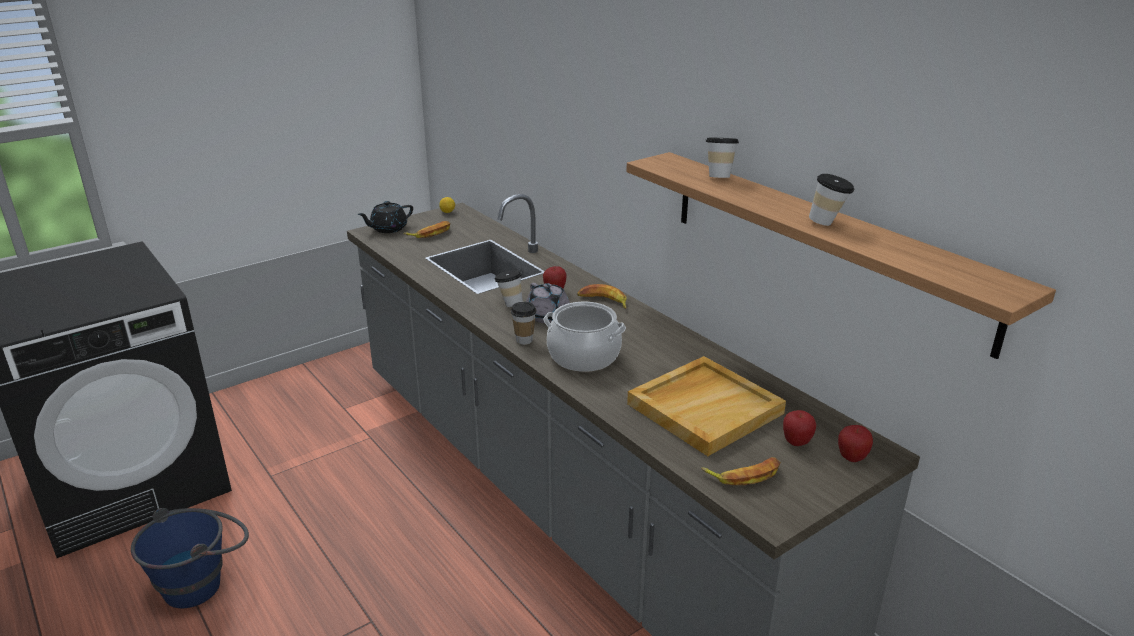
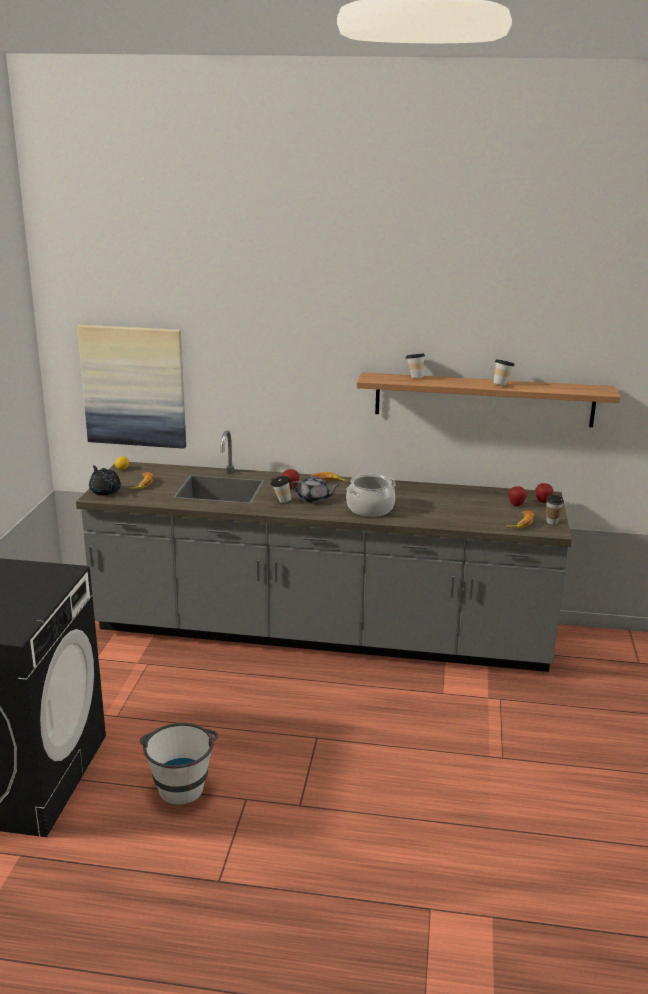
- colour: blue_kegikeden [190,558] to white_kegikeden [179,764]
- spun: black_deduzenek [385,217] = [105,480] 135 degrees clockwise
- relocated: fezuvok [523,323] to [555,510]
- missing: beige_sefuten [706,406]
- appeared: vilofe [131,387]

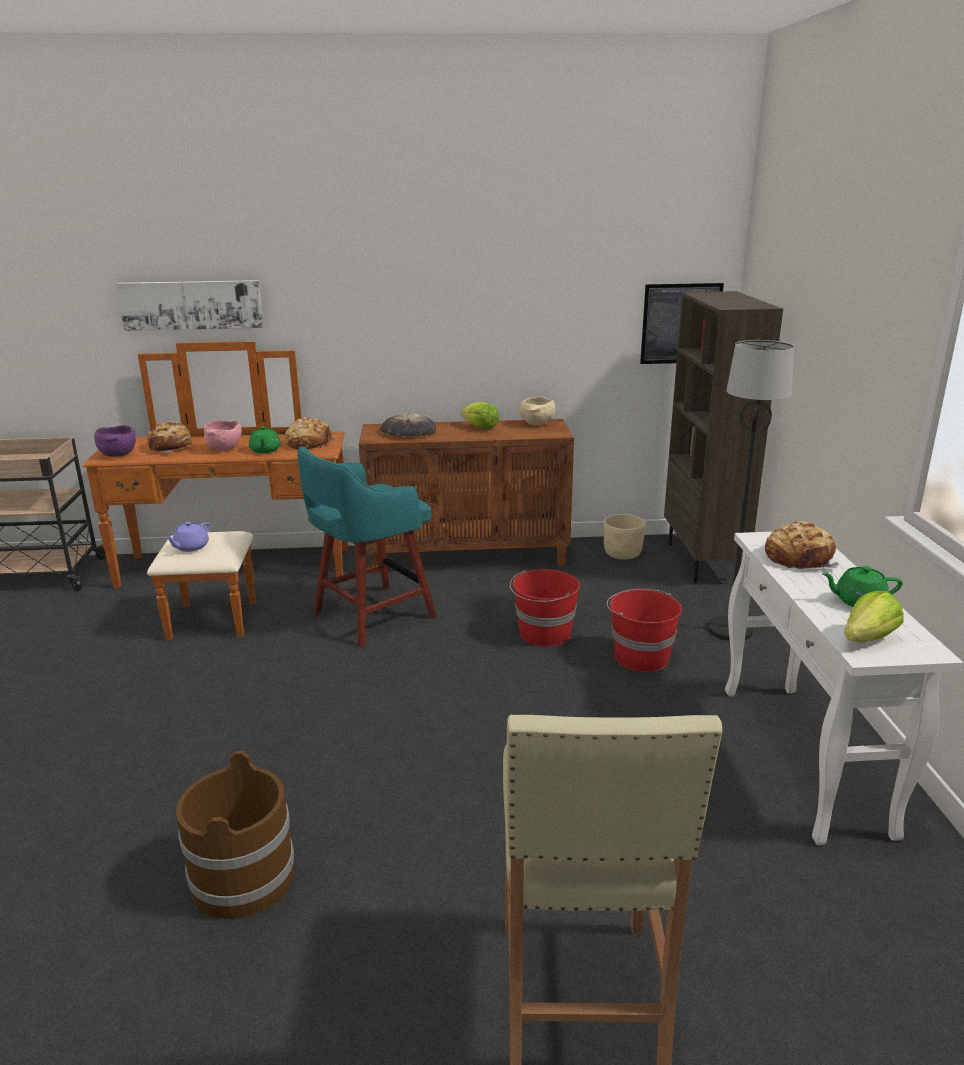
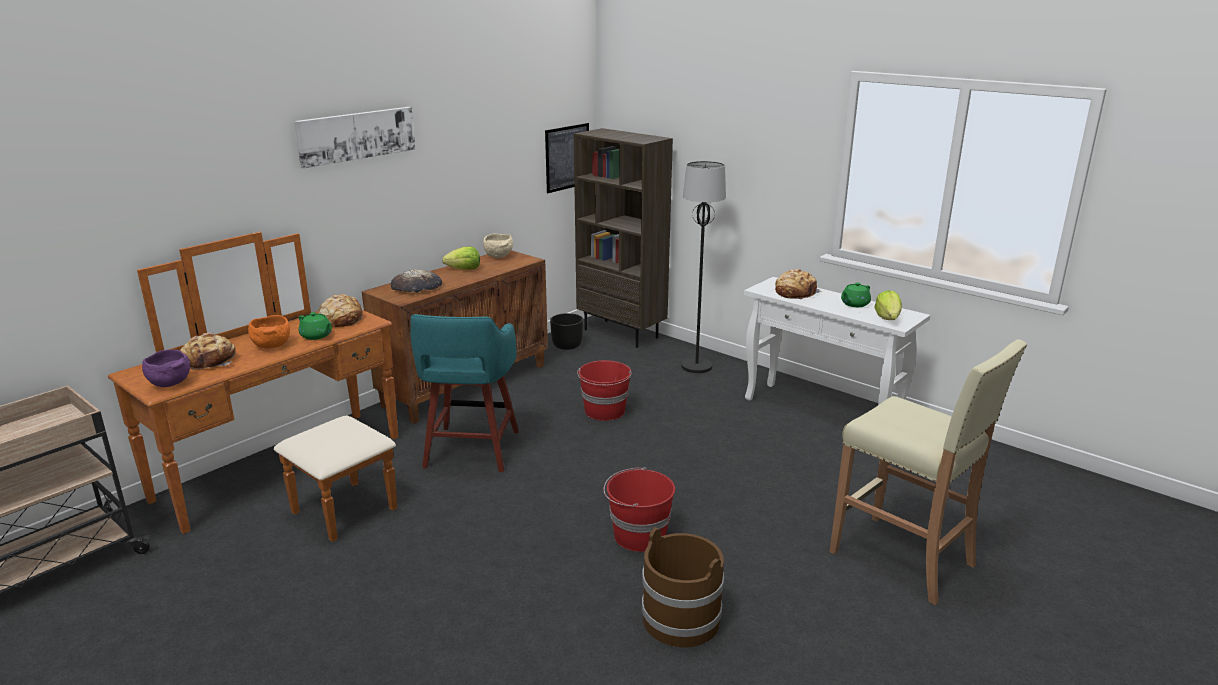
- relocated: vilofe [190,305] to [354,137]
- missing: purple_deduzenek [187,536]
- colour: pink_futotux [223,435] to orange_futotux [269,331]
- colour: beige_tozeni [624,537] to black_tozeni [566,331]
- relocated: red_kegikeden [644,630] to [639,509]

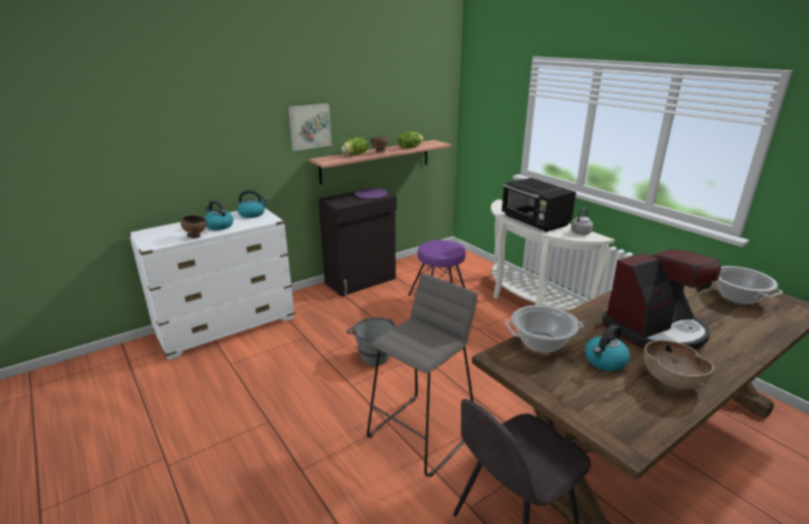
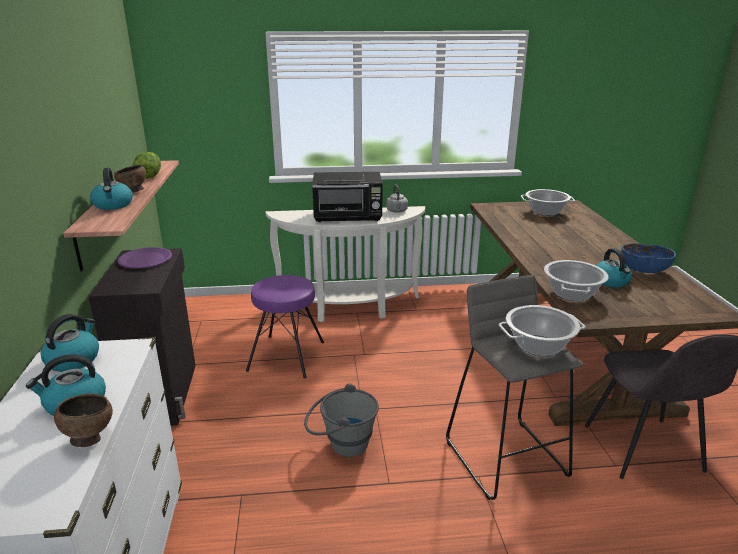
- missing: vilofe [310,127]
- exchanged: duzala [354,146] to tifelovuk [111,189]
- missing: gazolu [661,301]
- colour: brown_futotux [678,364] to blue_futotux [648,258]
- appeared: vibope [542,330]

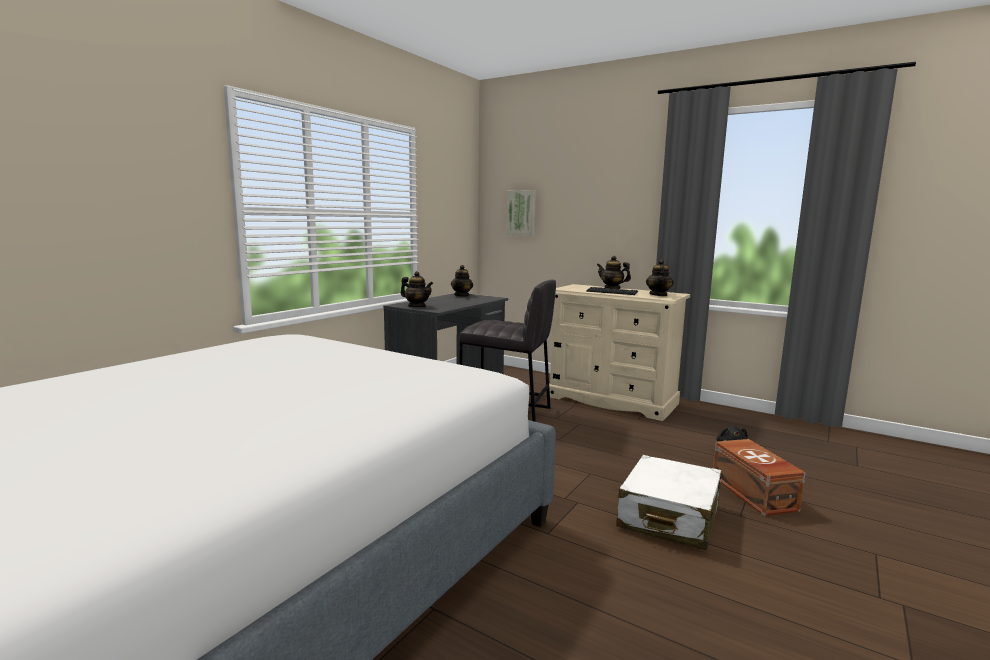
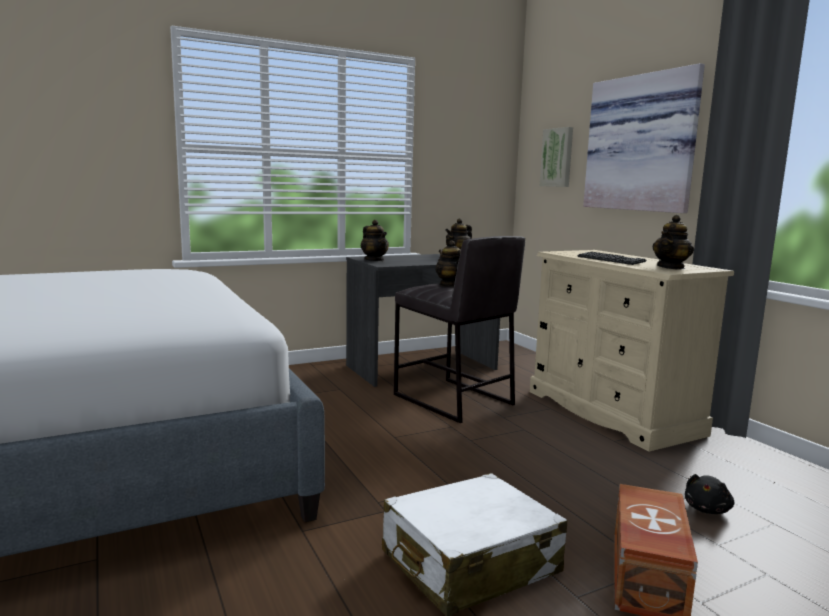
- relocated: deduzenek [614,272] to [448,263]
- appeared: vilofe [644,138]

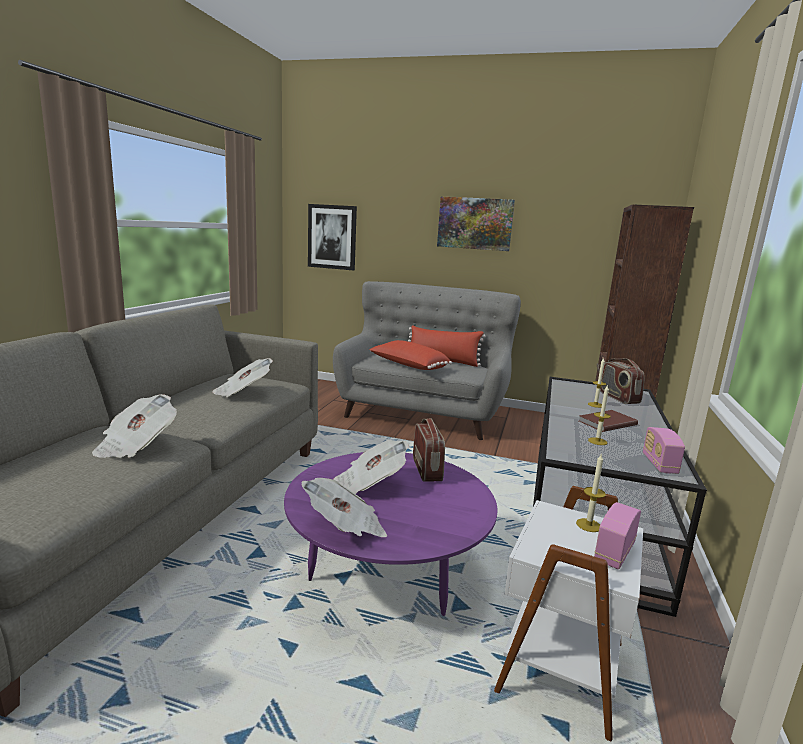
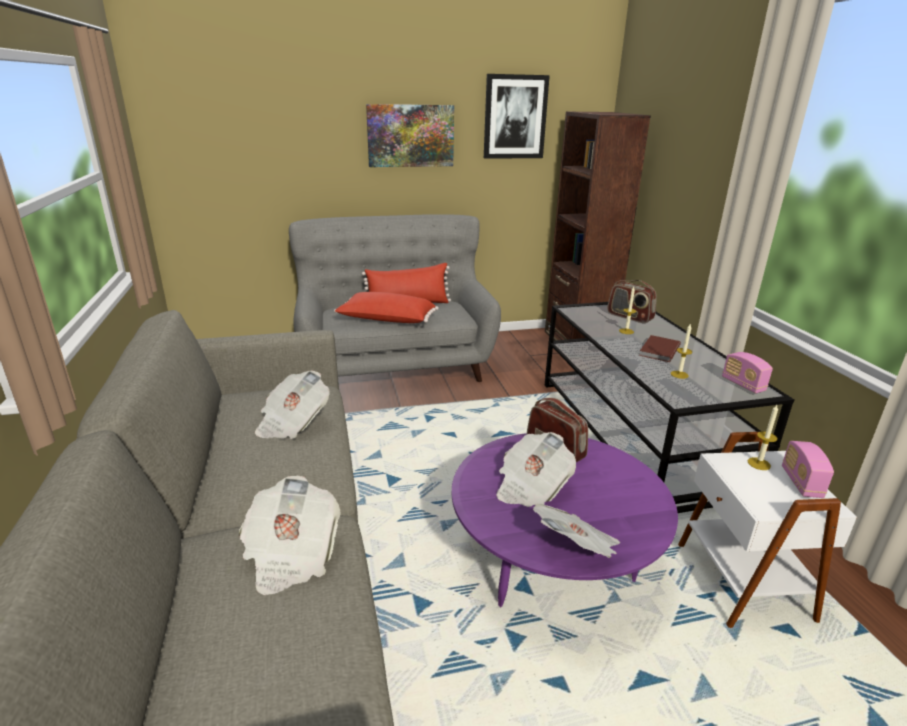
- relocated: vilofe [332,237] to [517,116]

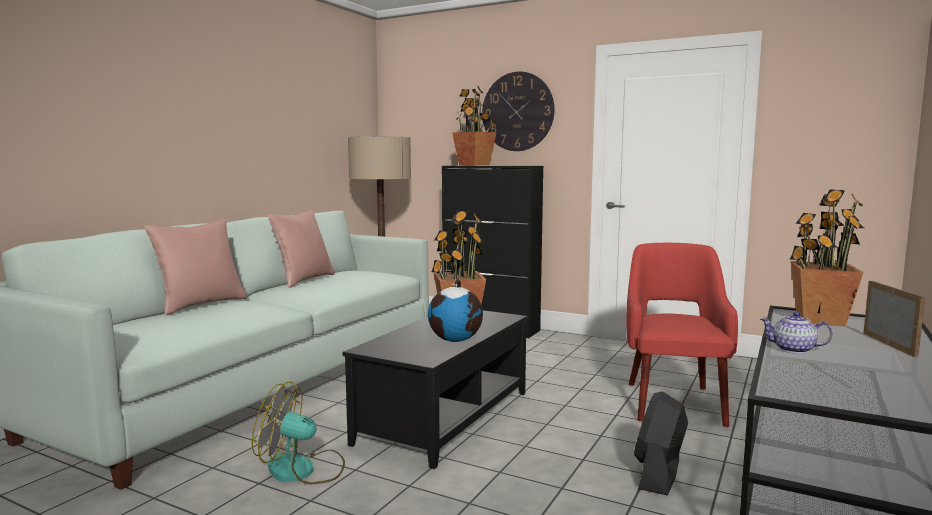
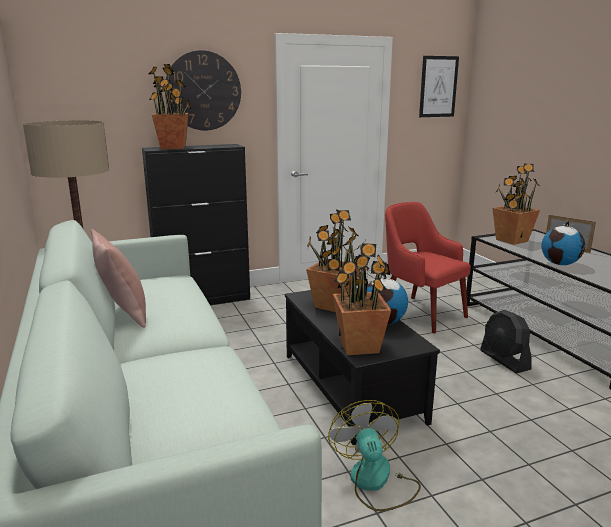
- missing: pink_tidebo [195,267]
- spun: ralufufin [298,433] = [374,455] 120 degrees clockwise
- exchanged: deduzenek [796,333] to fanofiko [563,243]
- appeared: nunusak [362,295]
- appeared: vilofe [439,86]

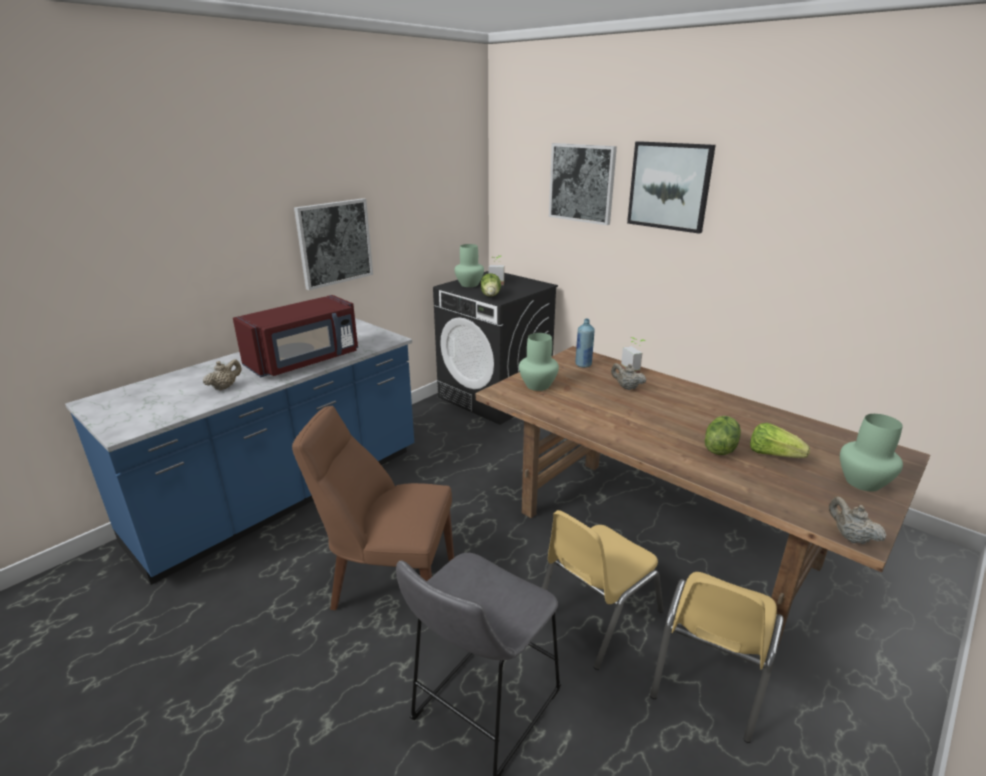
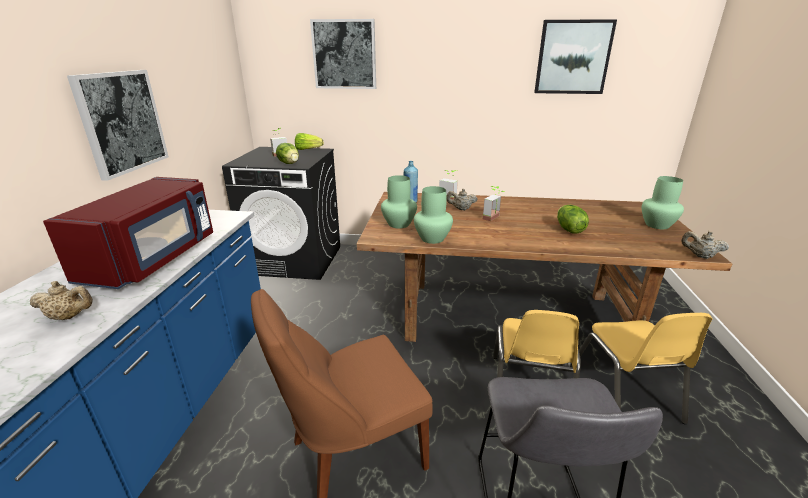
- spun: beige_deduzenek [222,375] = [60,300] 90 degrees clockwise
- relocated: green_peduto [469,265] to [433,215]
- relocated: vilofe [671,187] to [575,56]
- relocated: duzala [780,440] to [309,141]
- appeared: nunusak [494,203]

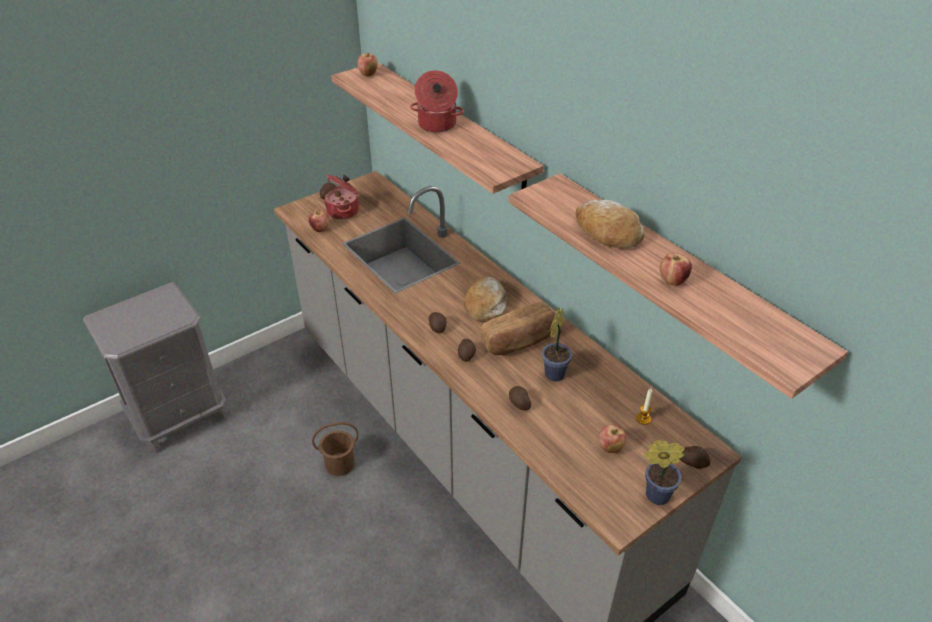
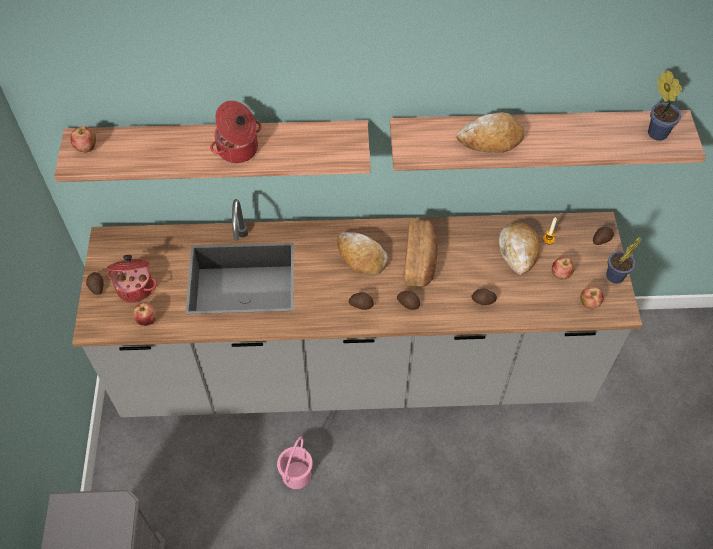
- colour: brown_kegikeden [335,449] to pink_kegikeden [295,463]
- relocated: nunusak [557,344] to [665,105]
- relocated: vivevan [676,269] to [592,297]
- appeared: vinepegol [519,248]

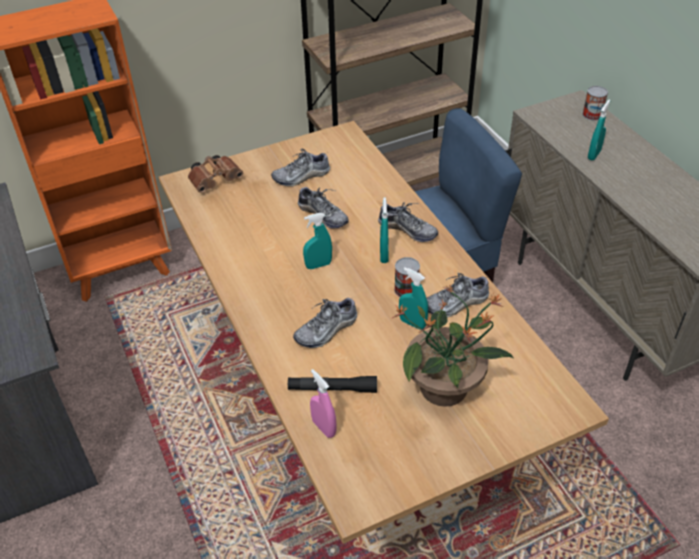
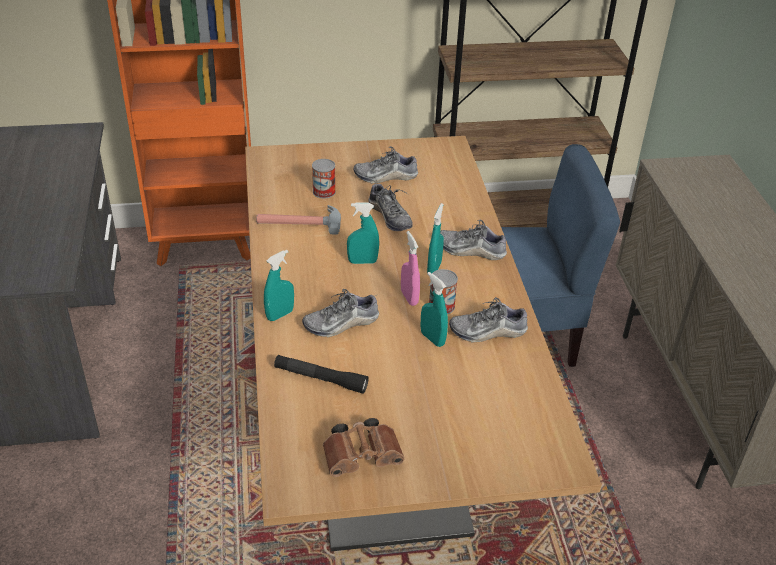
- relocated: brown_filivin [215,174] to [364,447]
- relocated: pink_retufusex [323,403] to [410,268]
- spun: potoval [408,222] = [473,240] 150 degrees clockwise
- missing: nunusak [453,346]
- relocated: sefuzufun [595,103] to [324,178]
- relocated: turquoise_retufusex [599,130] to [279,285]
- appeared: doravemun [298,220]

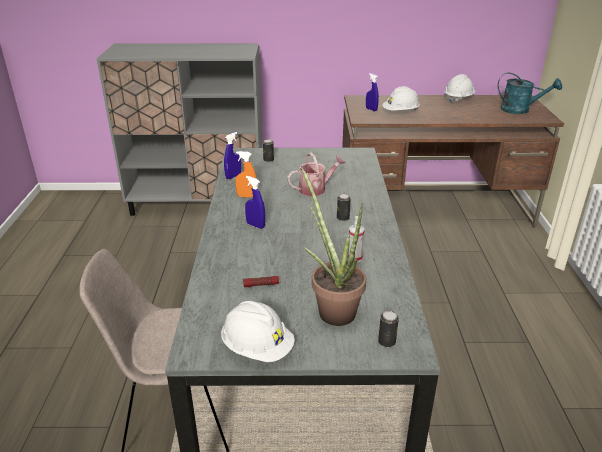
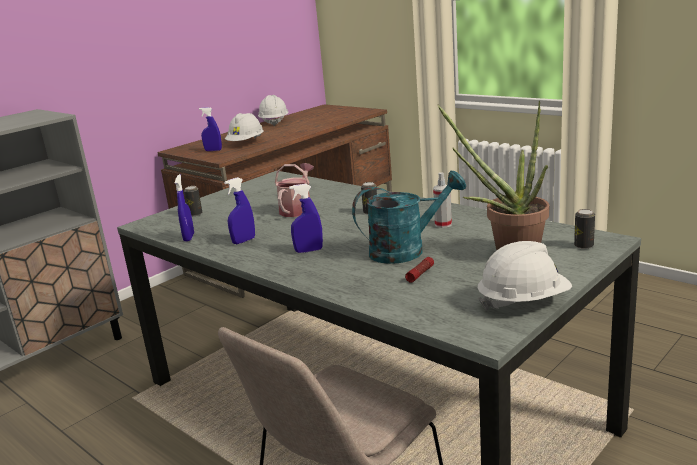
- colour: orange_retufusex [246,174] to blue_retufusex [239,210]
- relocated: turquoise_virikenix [530,93] to [409,217]

